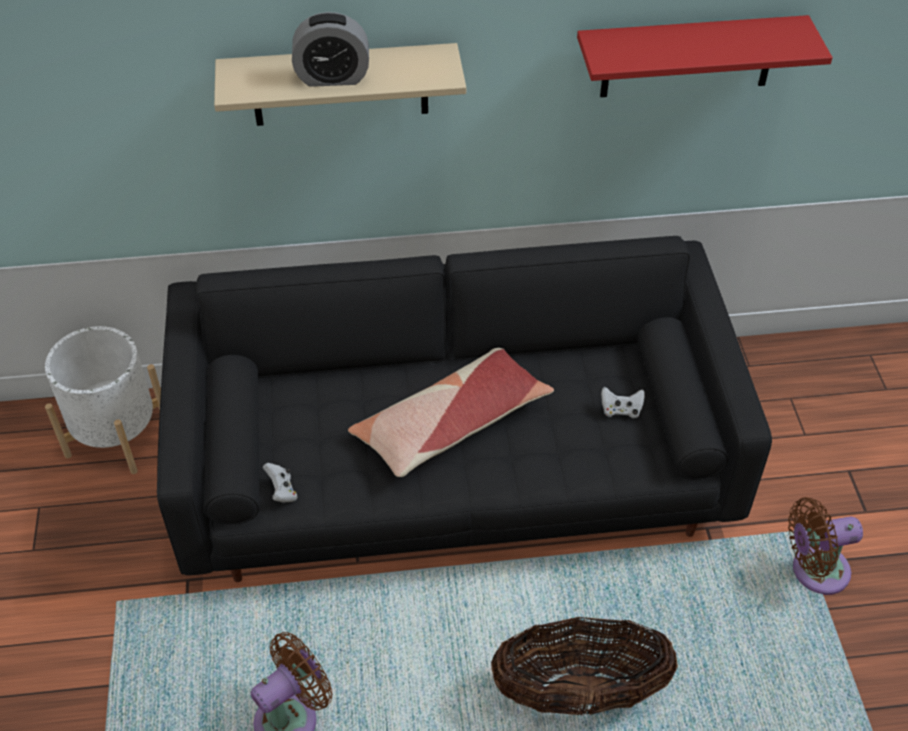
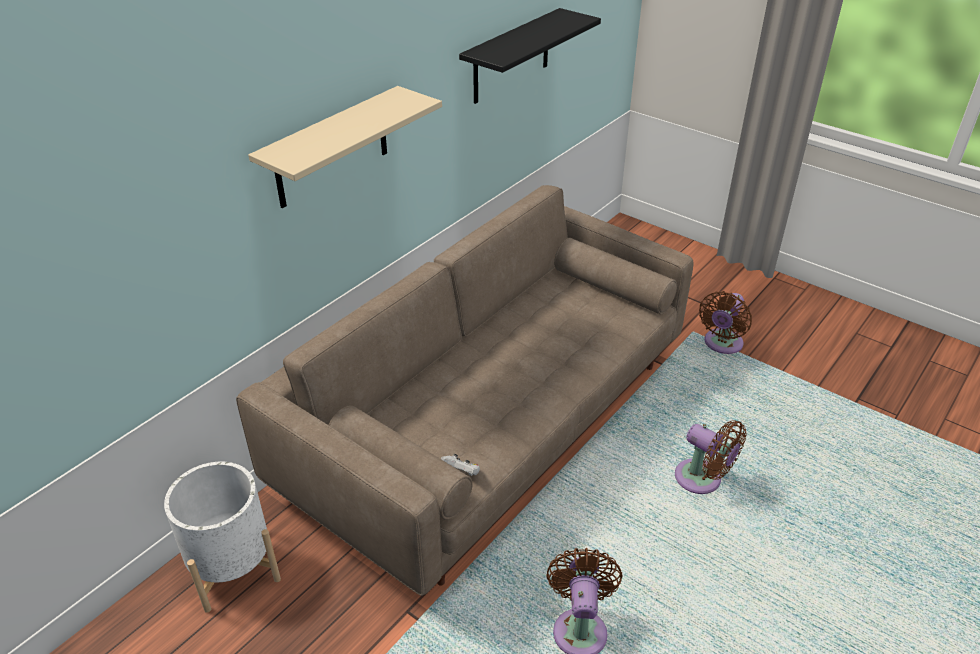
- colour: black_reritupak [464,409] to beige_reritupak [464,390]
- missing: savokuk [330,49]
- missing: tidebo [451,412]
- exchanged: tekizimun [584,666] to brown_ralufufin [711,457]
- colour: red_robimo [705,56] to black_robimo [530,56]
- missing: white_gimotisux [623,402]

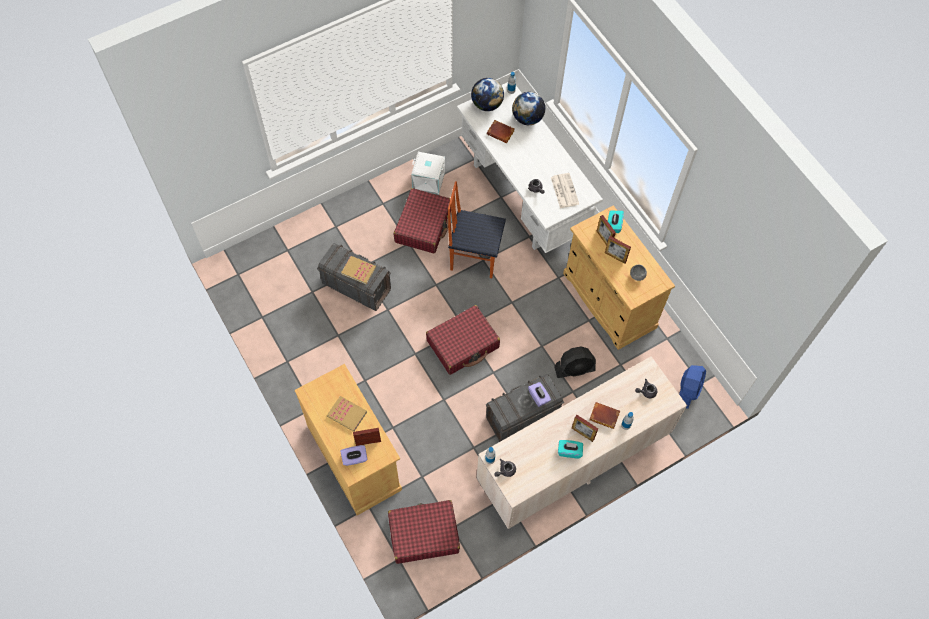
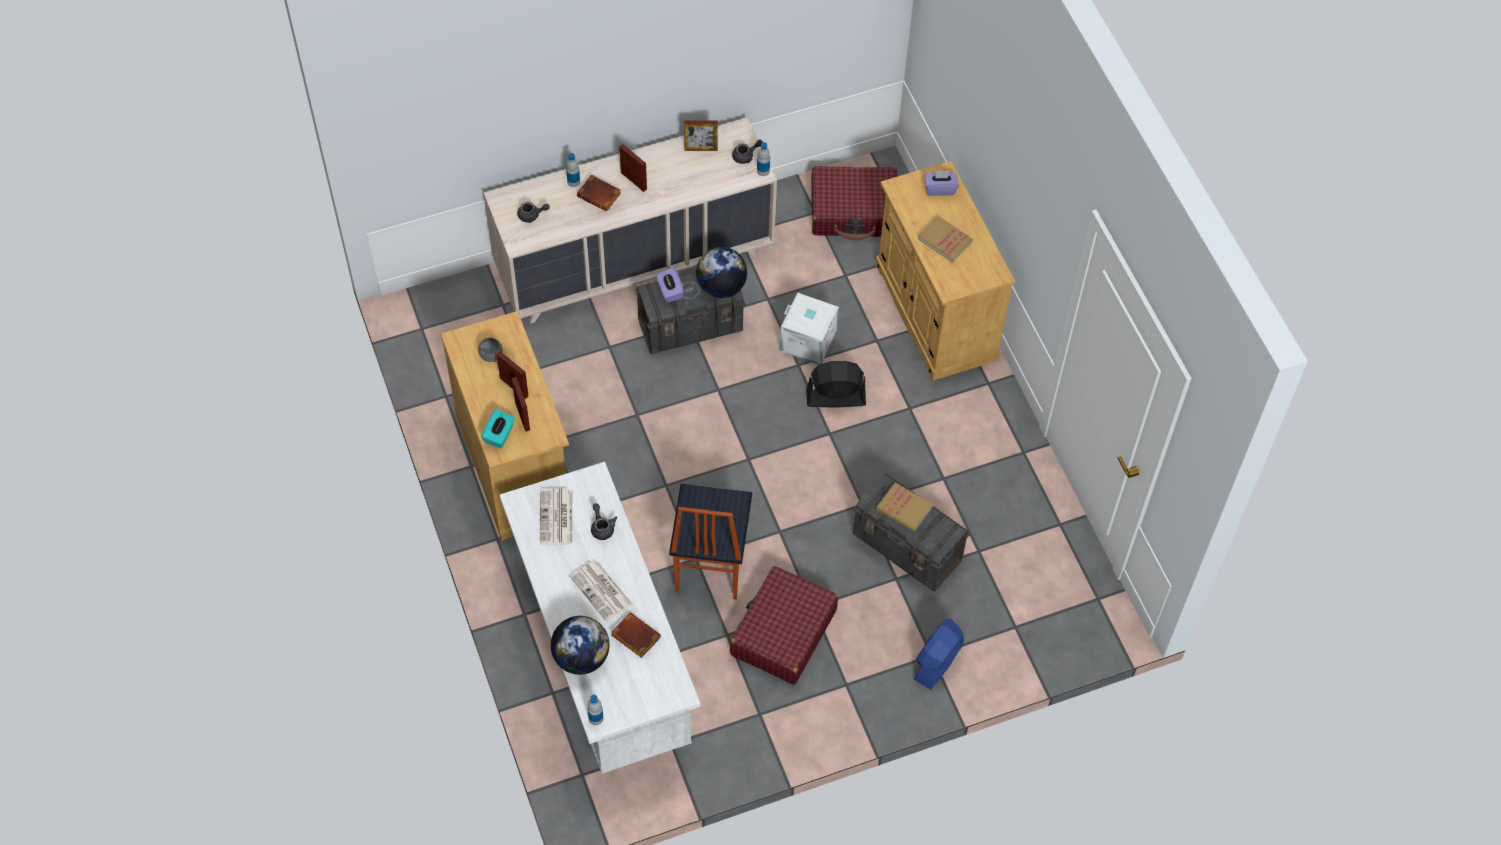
- relocated: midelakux [367,437] to [701,136]
- relocated: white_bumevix [428,173] to [809,328]
- missing: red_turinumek [463,340]
- spun: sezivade [477,229] = [710,541] 75 degrees clockwise
- relocated: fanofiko [487,94] to [721,272]
- relocated: black_ralufufin [575,362] to [836,384]
- missing: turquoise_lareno [570,449]
- relocated: blue_ralufufin [692,387] to [939,654]
- appeared: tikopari [601,590]

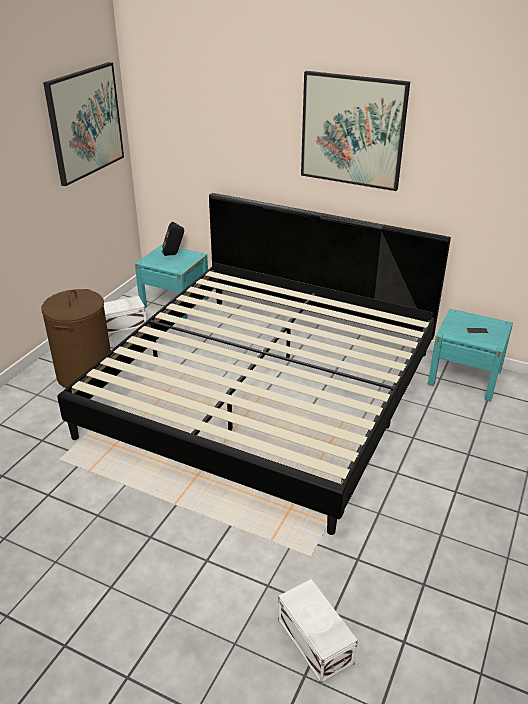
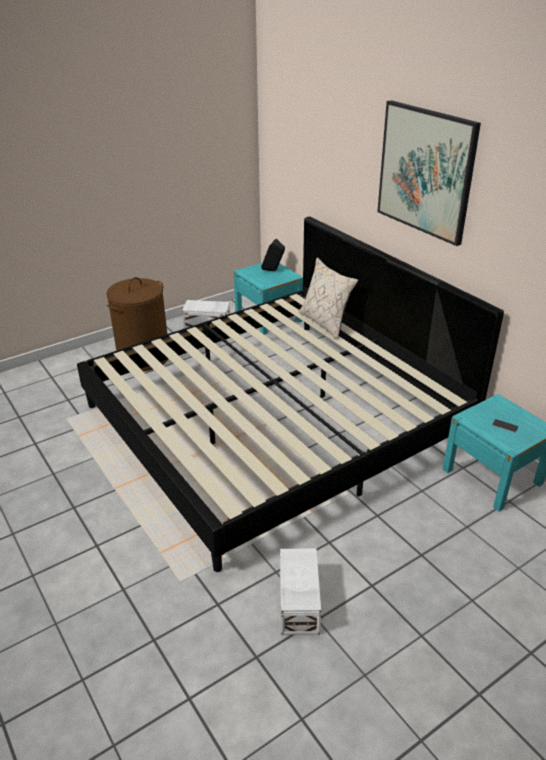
- missing: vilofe [83,124]
- relocated: white_bumevix [318,631] to [300,591]
- appeared: beige_tidebo [328,298]

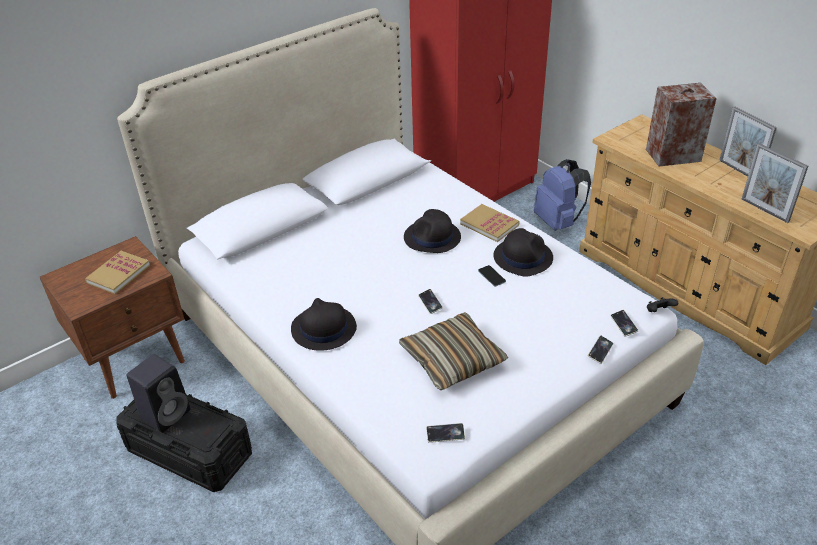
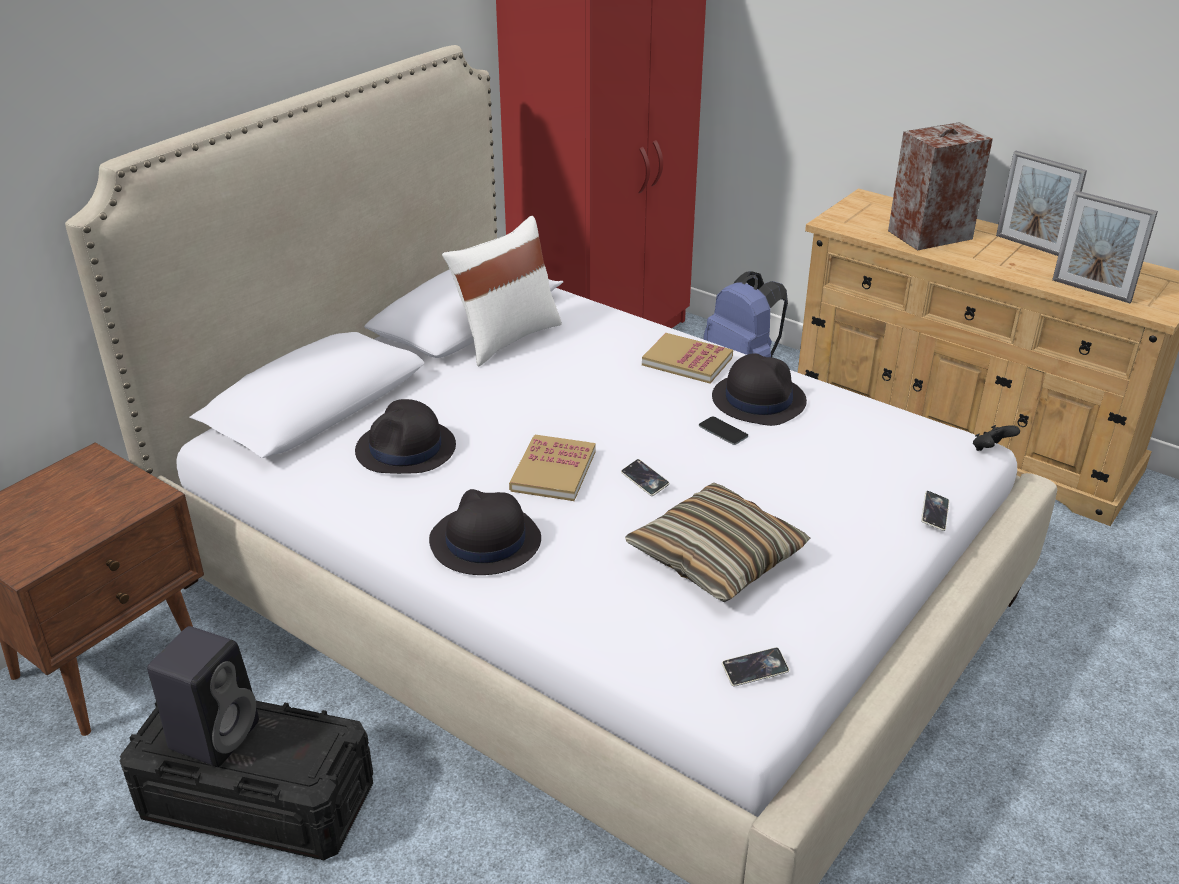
- relocated: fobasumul [117,272] to [552,468]
- relocated: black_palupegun [432,231] to [405,436]
- missing: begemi [624,323]
- appeared: white_tidebo [502,291]

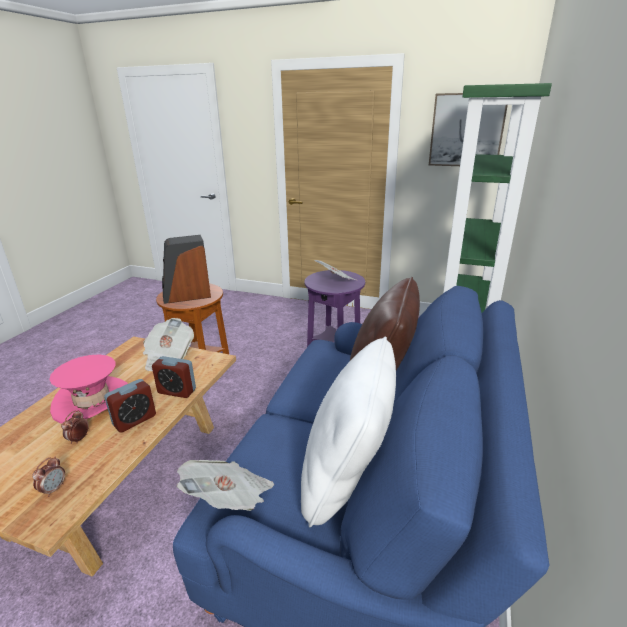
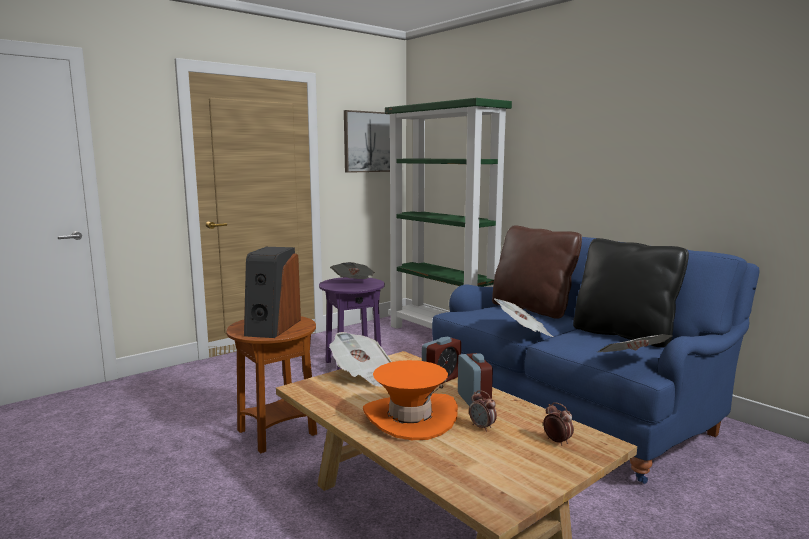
- colour: pink_palupegun [88,389] to orange_palupegun [410,400]
- colour: white_tidebo [348,432] to black_tidebo [631,293]
- appeared: tikopari [523,317]

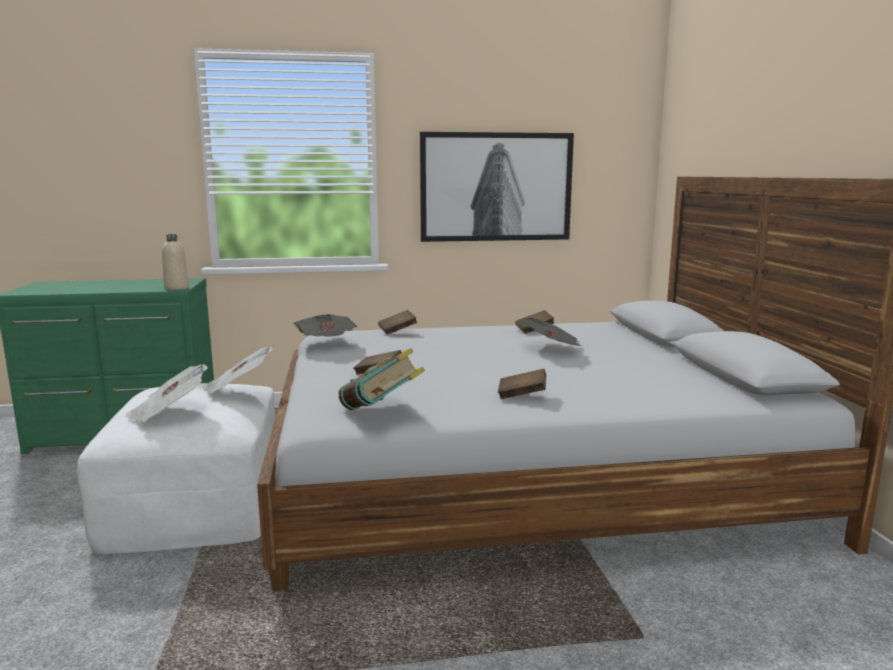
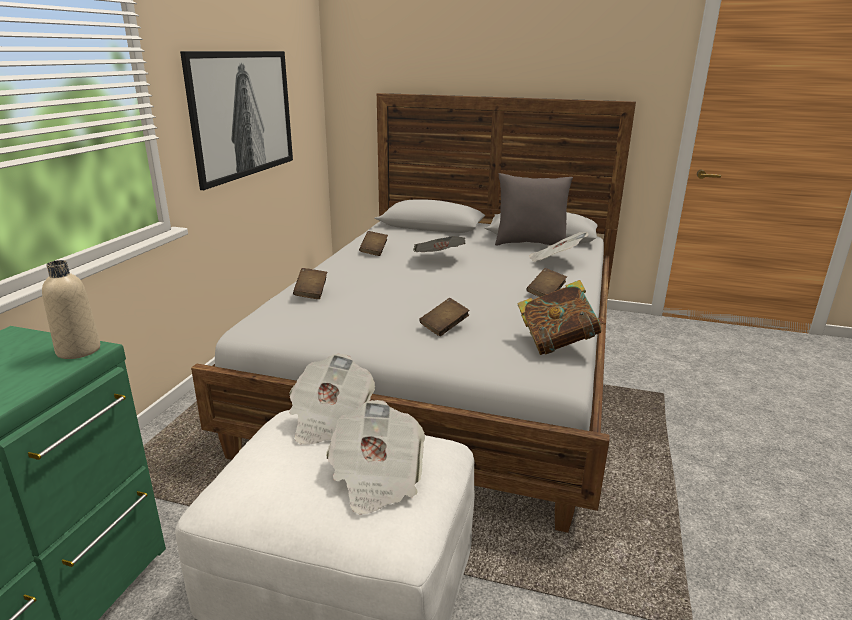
- relocated: tikopari [325,325] to [558,247]
- appeared: grey_tidebo [534,209]

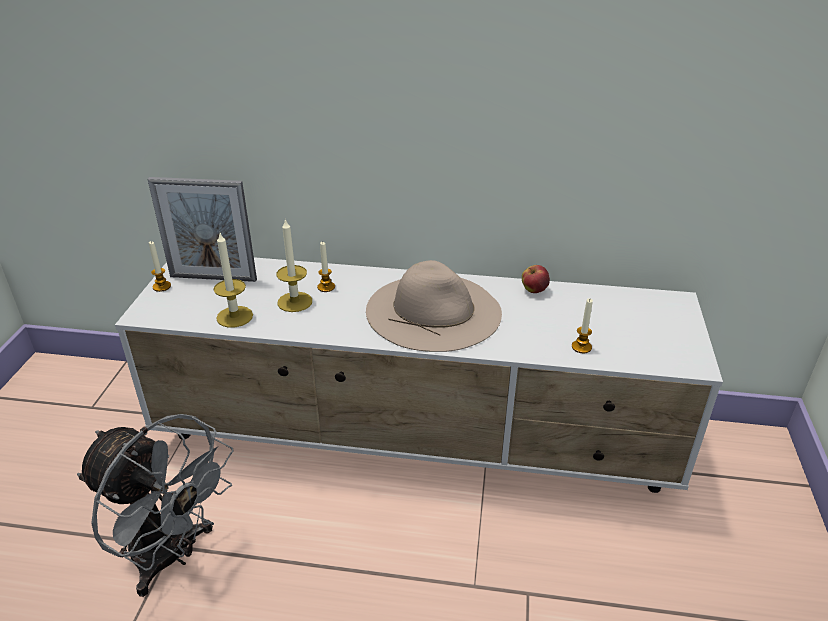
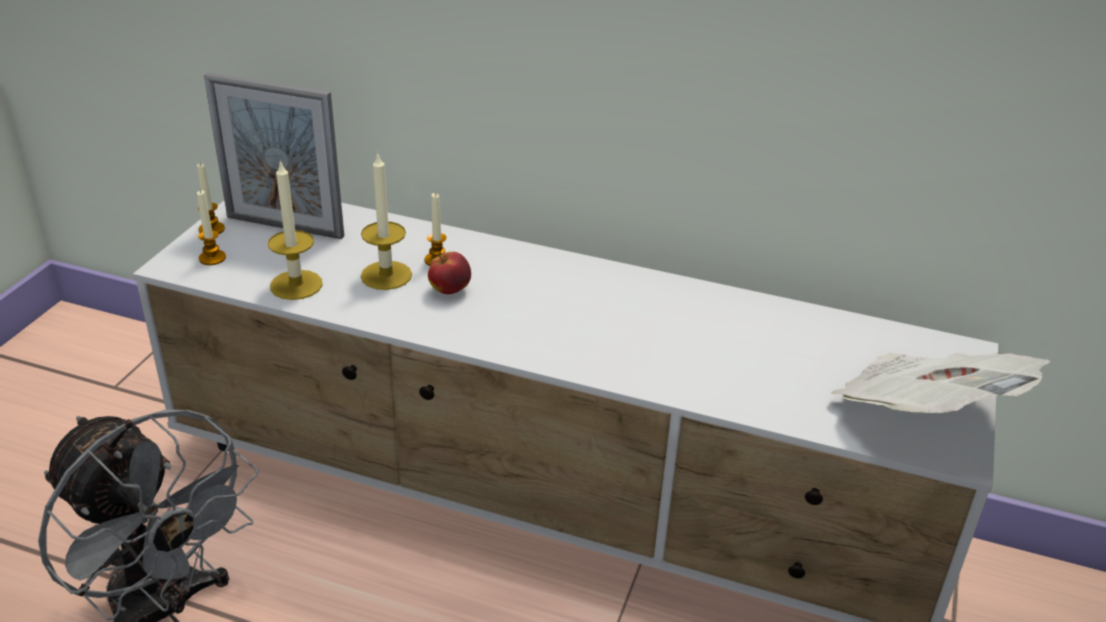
- missing: beige_palupegun [434,306]
- relocated: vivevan [536,279] to [449,273]
- relocated: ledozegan [582,325] to [211,227]
- appeared: tikopari [940,383]

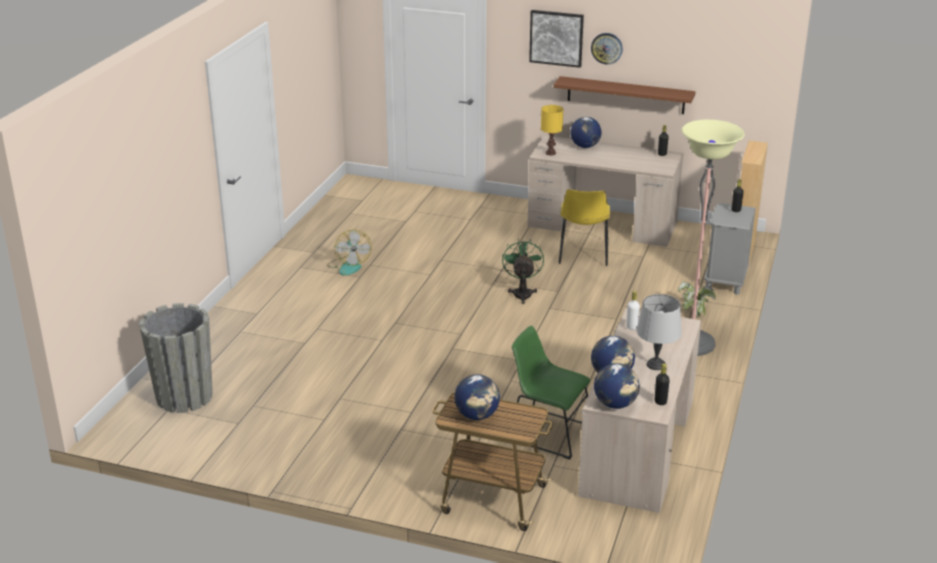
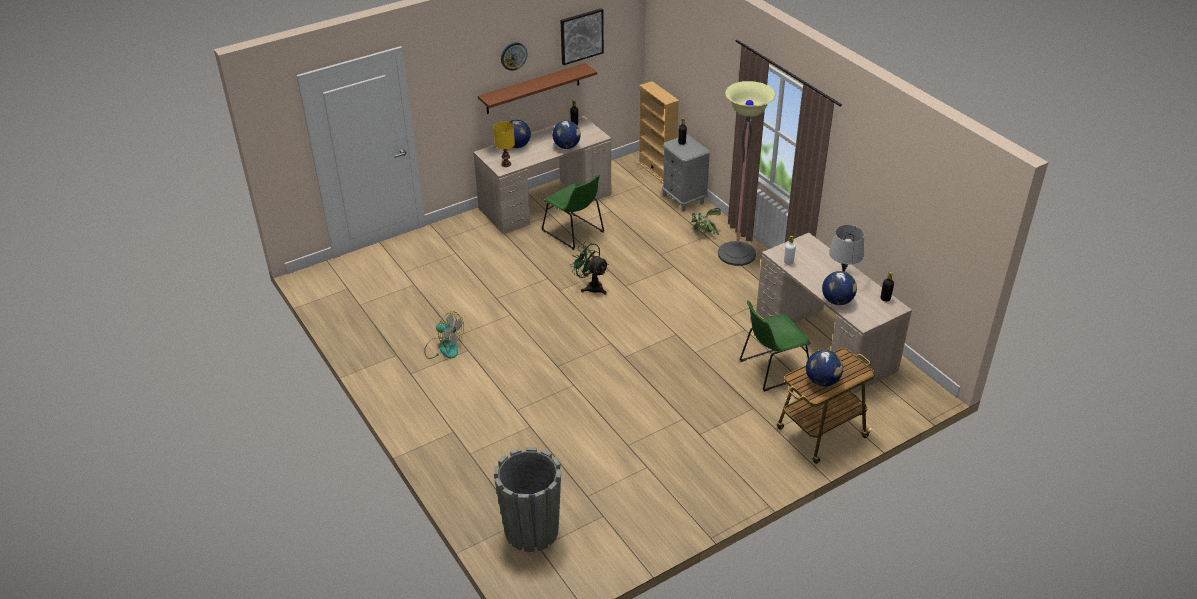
- relocated: vilofe [556,39] to [582,36]
- colour: yellow_sezivade [584,227] to green_sezivade [573,212]
- relocated: fanofiko [616,386] to [566,135]

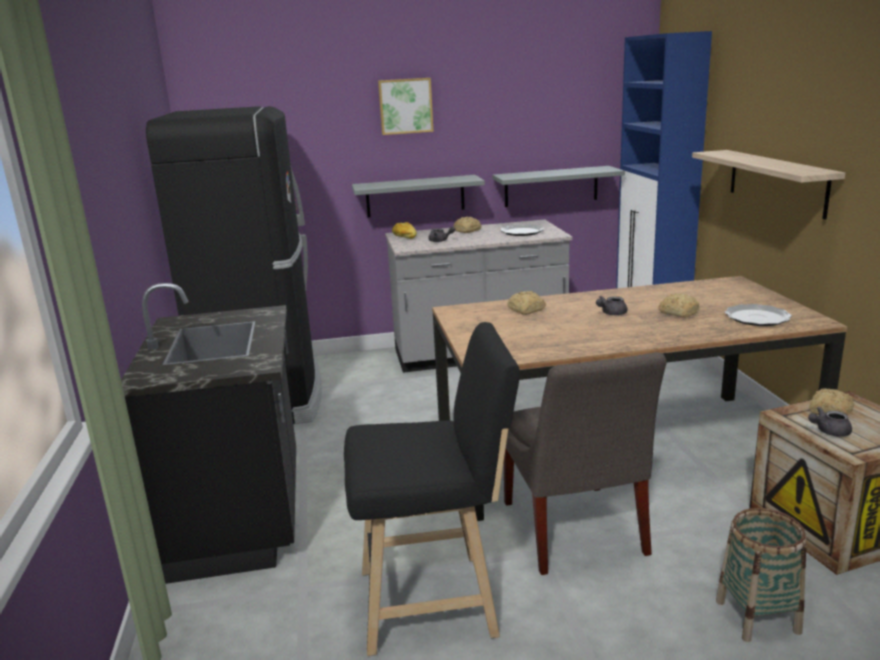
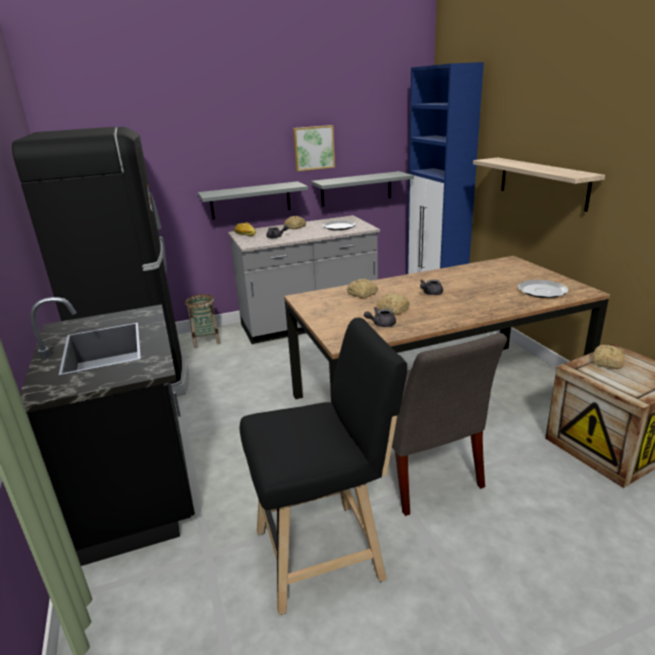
- relocated: vilofe [406,106] to [314,148]
- relocated: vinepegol [679,306] to [393,304]
- relocated: tekizimun [761,575] to [202,321]
- relocated: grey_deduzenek [830,422] to [380,317]

